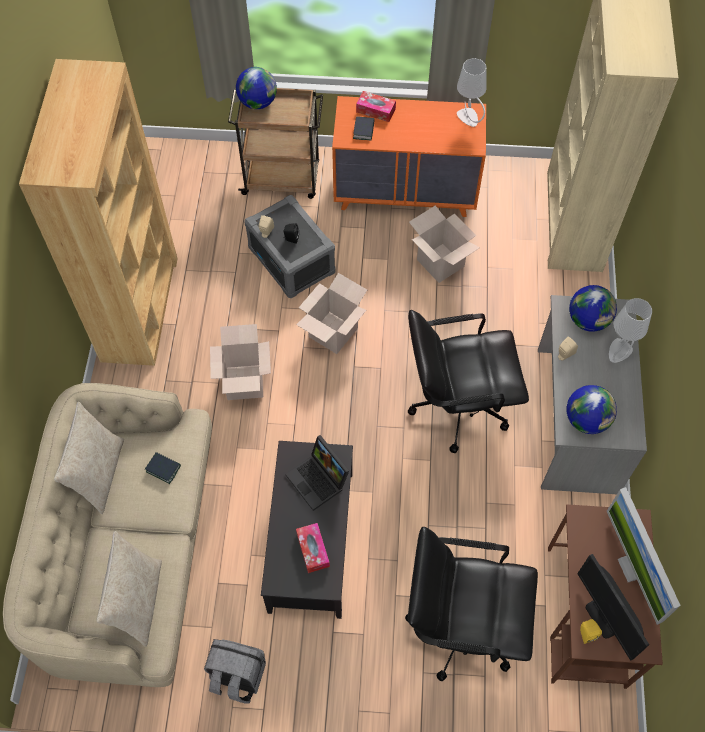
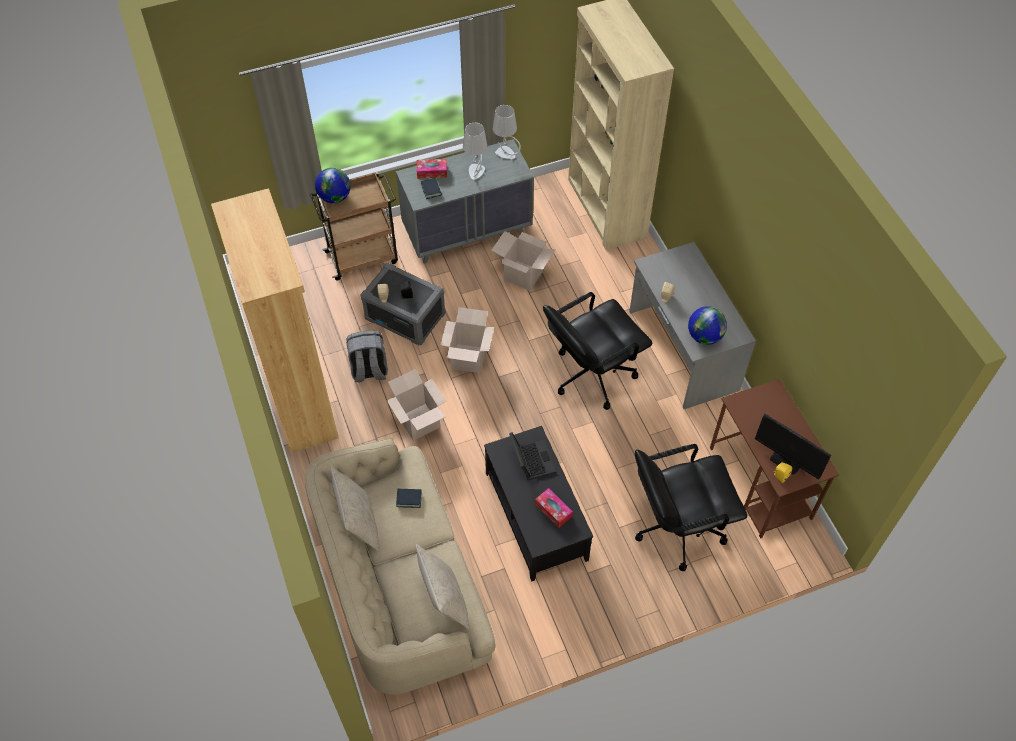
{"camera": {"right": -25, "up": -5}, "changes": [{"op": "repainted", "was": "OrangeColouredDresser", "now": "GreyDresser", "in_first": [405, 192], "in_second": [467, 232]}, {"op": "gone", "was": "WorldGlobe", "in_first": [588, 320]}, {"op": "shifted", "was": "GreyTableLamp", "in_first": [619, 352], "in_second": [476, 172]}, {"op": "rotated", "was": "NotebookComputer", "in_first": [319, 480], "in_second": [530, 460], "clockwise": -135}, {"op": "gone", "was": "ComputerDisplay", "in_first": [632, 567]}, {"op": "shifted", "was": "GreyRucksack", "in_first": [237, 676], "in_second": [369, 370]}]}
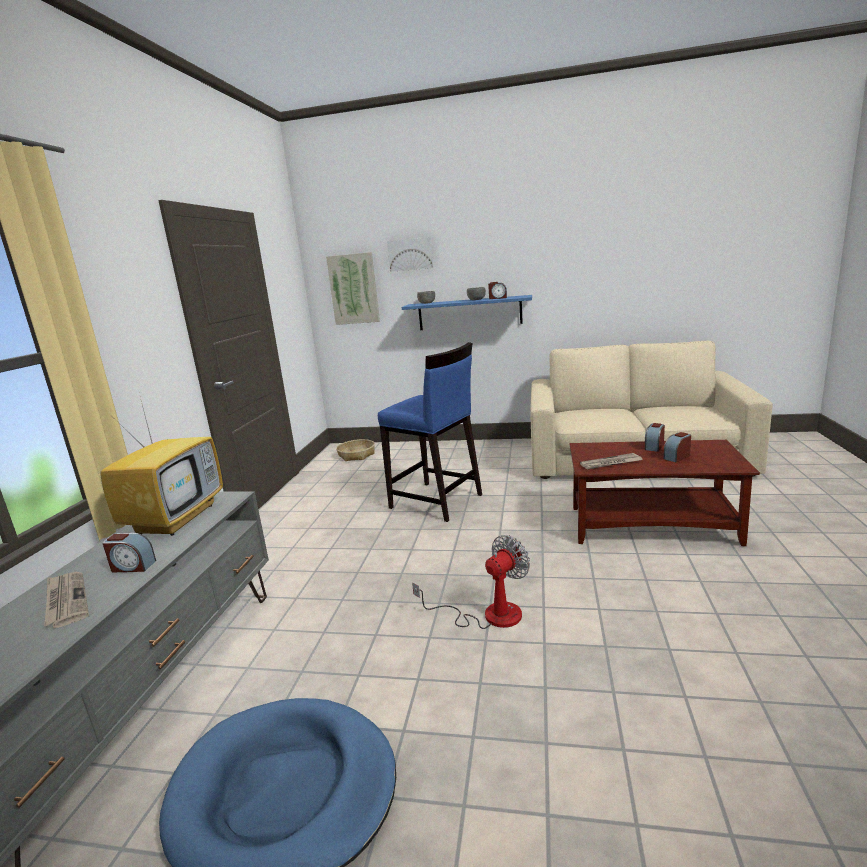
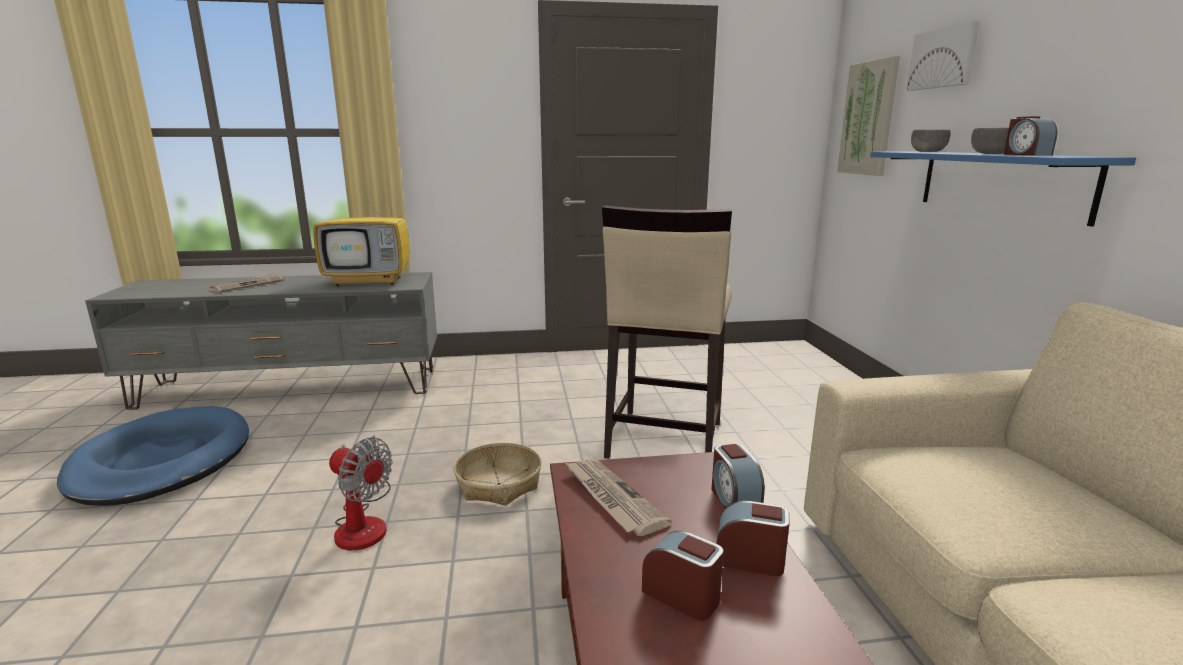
{"camera": {"right": 70, "up": 0}, "changes": [{"op": "repainted", "was": "BlueSittingStool", "now": "SandColouredSittingStool", "in_first": [436, 501], "in_second": [663, 440]}, {"op": "shifted", "was": "HouseholdBasket", "in_first": [356, 455], "in_second": [499, 484]}, {"op": "shifted", "was": "BedsideClock", "in_first": [132, 566], "in_second": [734, 500]}]}
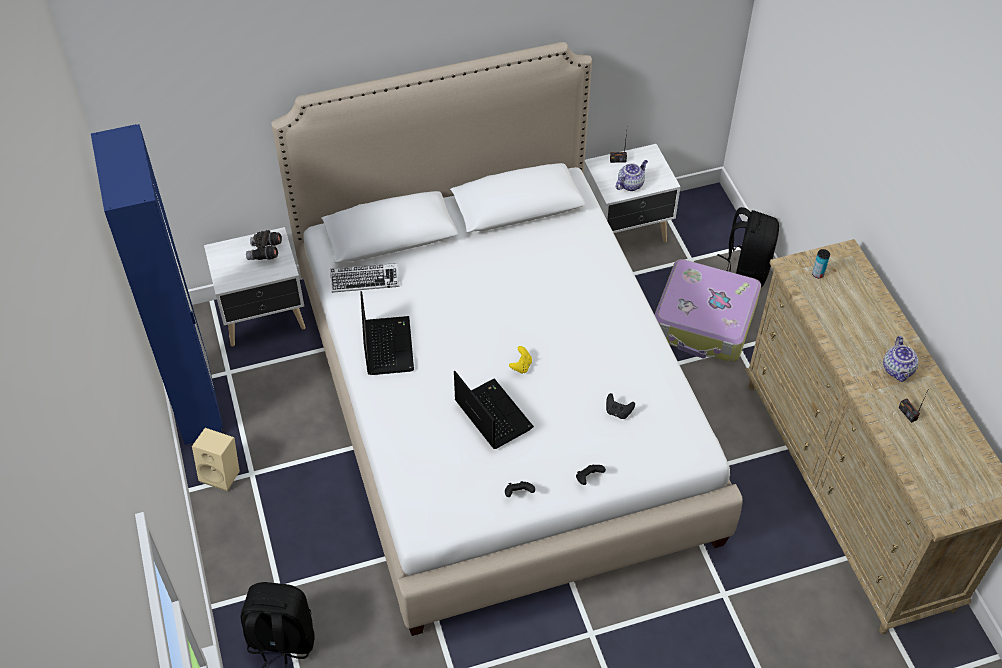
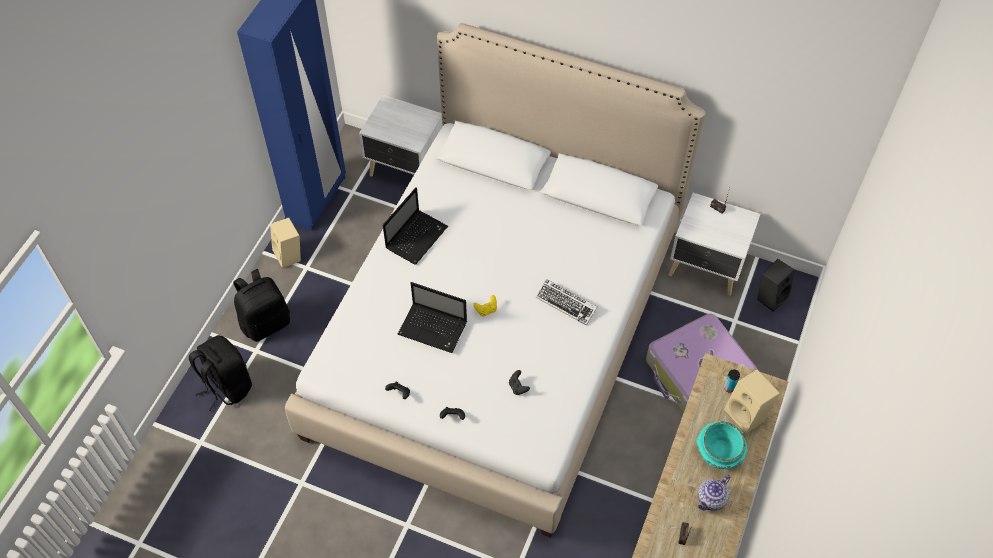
{"camera": {"right": 40, "up": 5}, "changes": [{"op": "gone", "was": "TeaPot", "in_first": [630, 184]}, {"op": "shifted", "was": "BlackishRucksack", "in_first": [745, 271], "in_second": [266, 322]}, {"op": "gone", "was": "GreyPairOfBinoculars", "in_first": [265, 253]}, {"op": "shifted", "was": "Keyboard", "in_first": [365, 280], "in_second": [566, 304]}, {"op": "rotated", "was": "NotebookComputer", "in_first": [491, 414], "in_second": [434, 329], "clockwise": 105}, {"op": "new", "now": "BlackishSpeaker", "in_second": [771, 296]}, {"op": "new", "now": "SandColouredSpeaker", "in_second": [747, 415]}, {"op": "new", "now": "BlueGreenDeepDish", "in_second": [719, 452]}]}
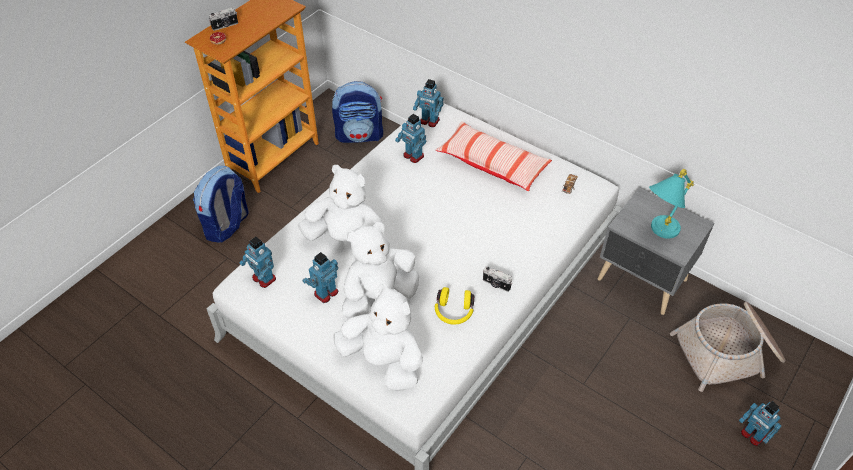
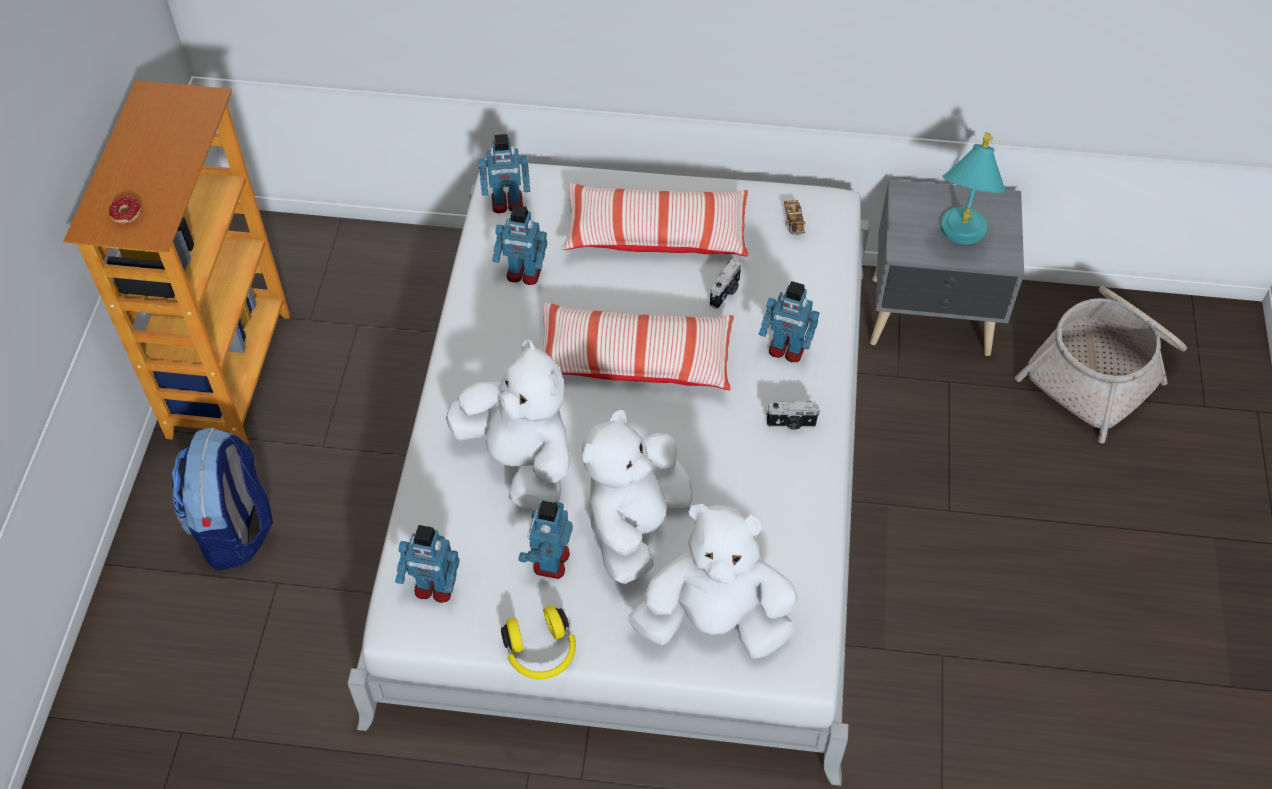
{"camera": {"right": -30, "up": 5}, "changes": [{"op": "shifted", "was": "StillCamera", "in_first": [225, 26], "in_second": [726, 292]}, {"op": "gone", "was": "Rucksack", "in_first": [360, 135]}, {"op": "rotated", "was": "WhiteColouredSoftToy", "in_first": [346, 240], "in_second": [520, 461], "clockwise": 60}, {"op": "shifted", "was": "YellowishHeadset", "in_first": [453, 312], "in_second": [541, 652]}, {"op": "shifted", "was": "ModelRobot", "in_first": [752, 435], "in_second": [786, 349]}, {"op": "new", "now": "Cushion", "in_second": [634, 359]}]}
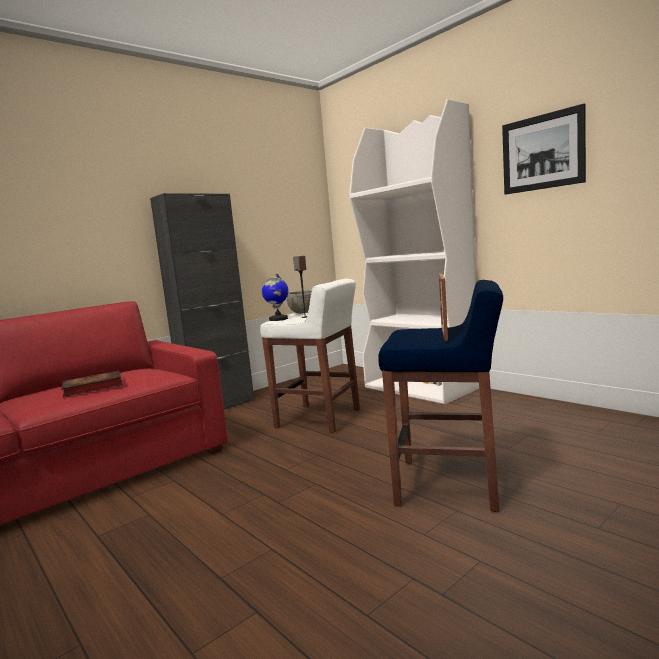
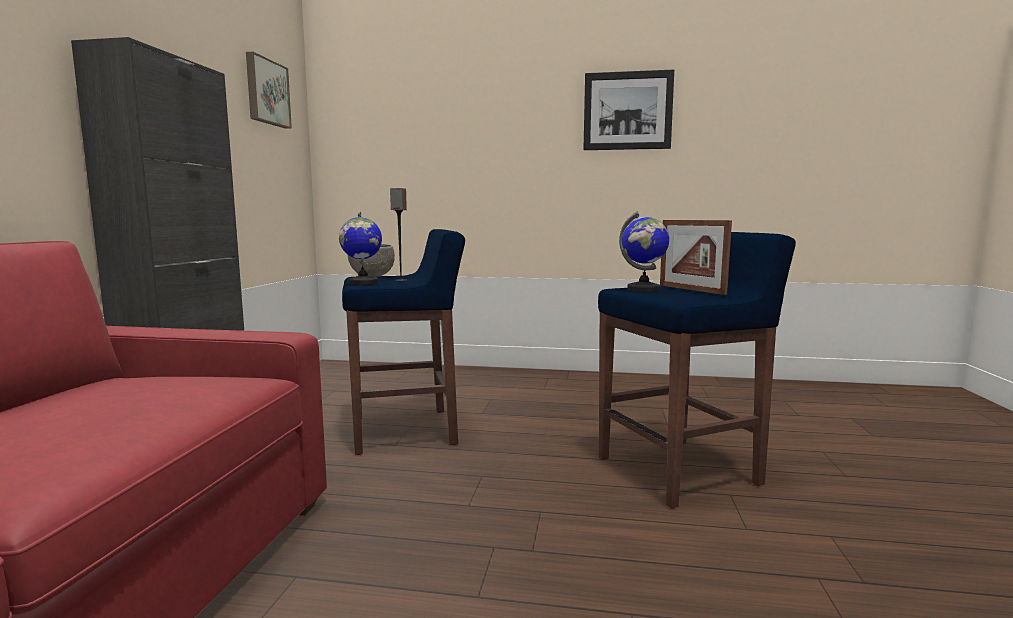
{"camera": {"right": -40, "up": 0}, "changes": [{"op": "gone", "was": "WhiteColouredShelvingUnit", "in_first": [421, 388]}, {"op": "repainted", "was": "WhiteColouredSittingStool", "now": "BlueSittingStool", "in_first": [320, 419], "in_second": [406, 431]}, {"op": "gone", "was": "Volume", "in_first": [91, 387]}, {"op": "new", "now": "WallArt", "in_second": [266, 92]}, {"op": "new", "now": "WorldGlobe", "in_second": [643, 290]}]}
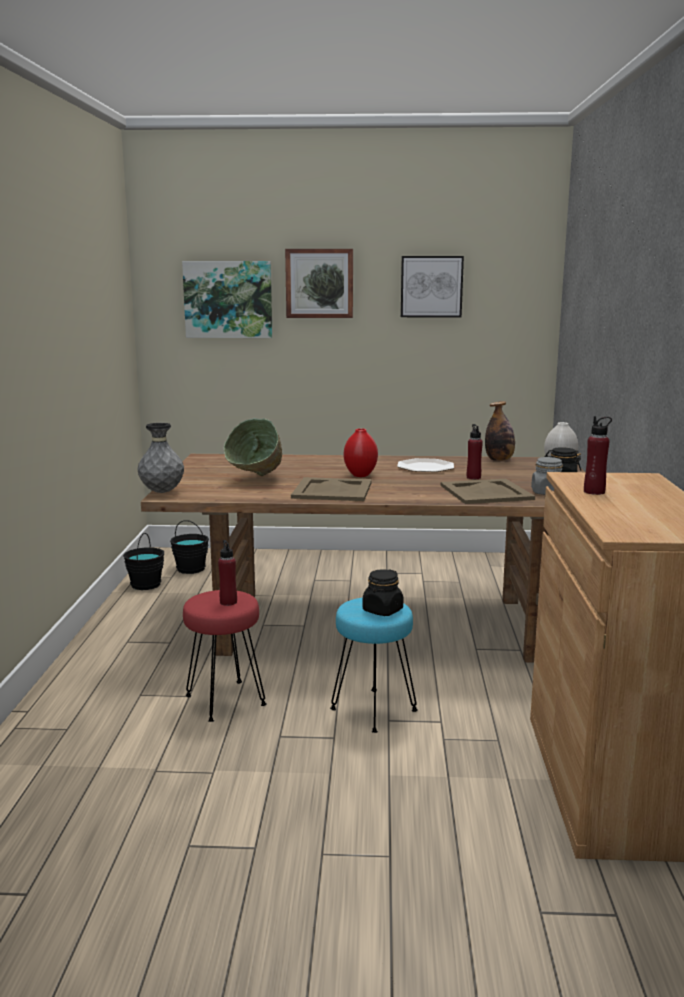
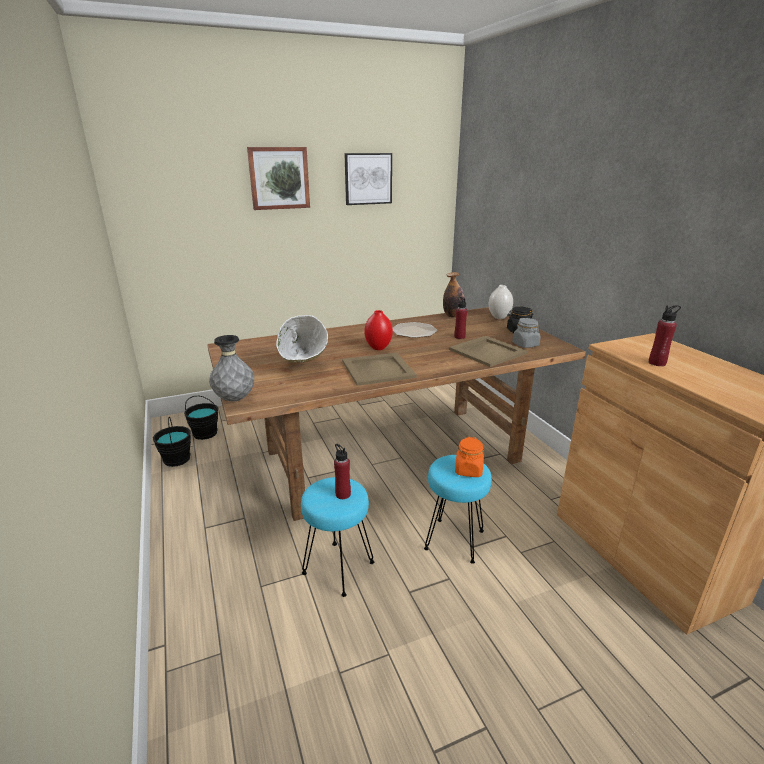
{"camera": {"right": -25, "up": 10}, "changes": [{"op": "gone", "was": "WallArt", "in_first": [228, 299]}, {"op": "repainted", "was": "GreenishDeepDish", "now": "WhiteColouredDeepDish", "in_first": [258, 480], "in_second": [304, 368]}, {"op": "repainted", "was": "BlackishJar", "now": "OrangeColouredJar", "in_first": [382, 610], "in_second": [468, 470]}, {"op": "repainted", "was": "RedColouredSittingStool", "now": "BlueGreenSittingStool", "in_first": [224, 701], "in_second": [337, 568]}]}
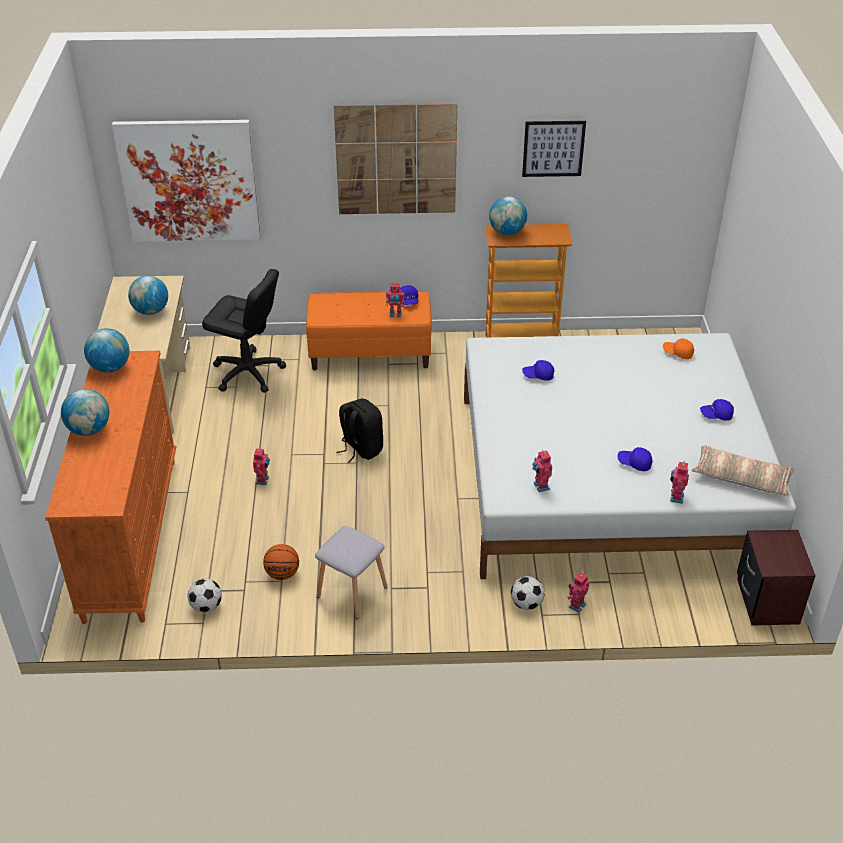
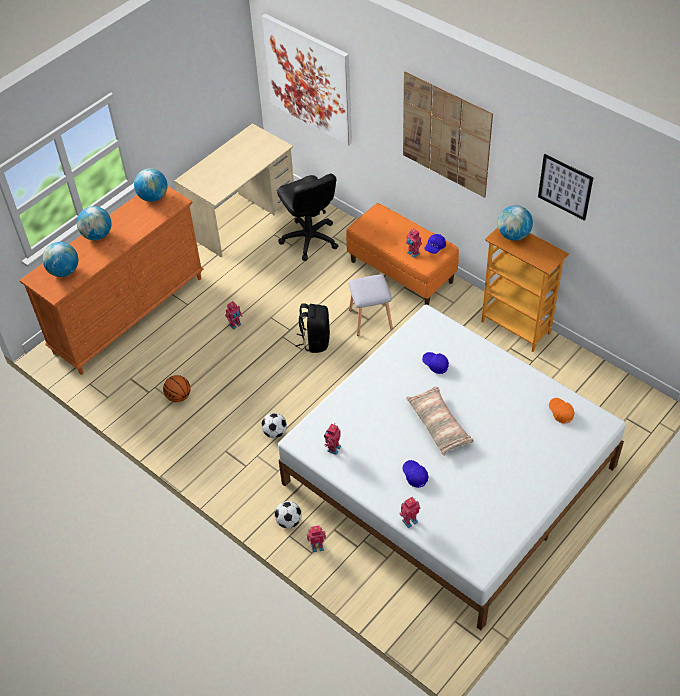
{"camera": {"right": 45, "up": 10}, "changes": [{"op": "shifted", "was": "WorldGlobe", "in_first": [151, 311], "in_second": [64, 271]}, {"op": "gone", "was": "BlueBaseballCap", "in_first": [716, 415]}, {"op": "shifted", "was": "Cushion", "in_first": [741, 478], "in_second": [439, 425]}, {"op": "shifted", "was": "GreySittingStool", "in_first": [351, 592], "in_second": [370, 318]}, {"op": "gone", "was": "BrownishBedsideTable", "in_first": [767, 601]}, {"op": "shifted", "was": "Football", "in_first": [206, 606], "in_second": [275, 432]}]}
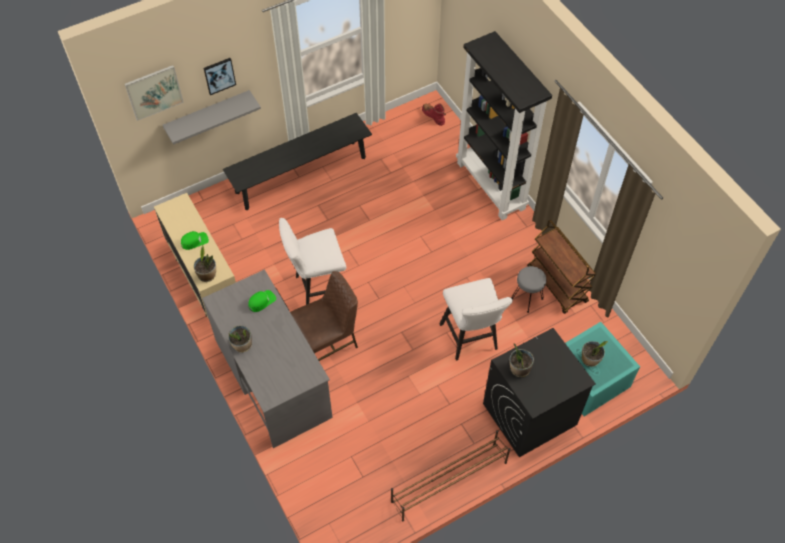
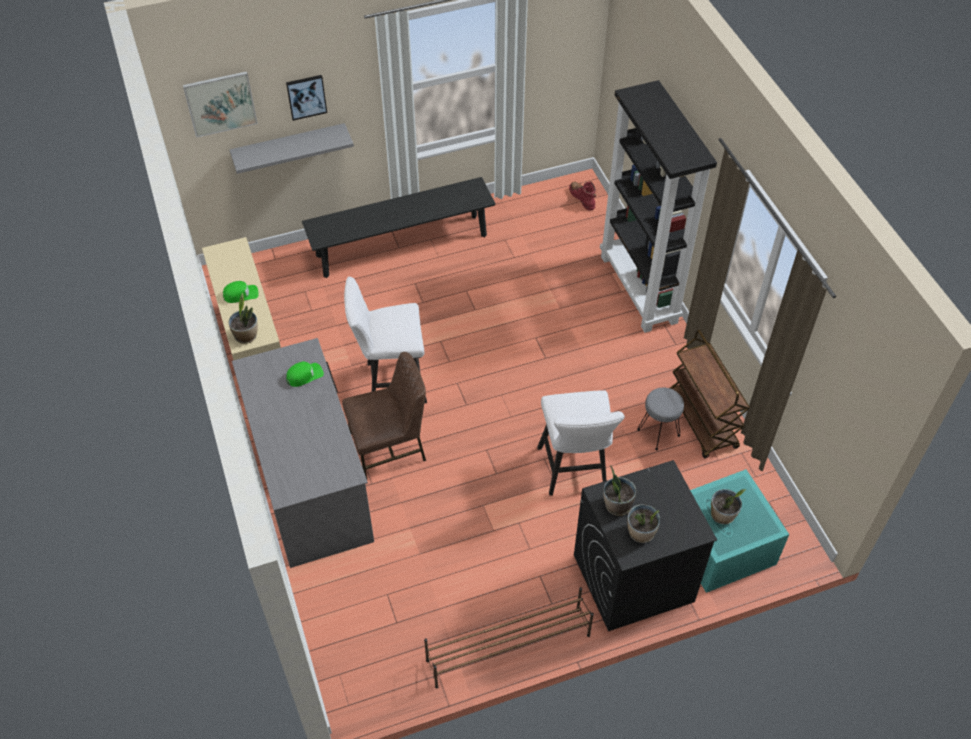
{"camera": {"right": 10, "up": -5}, "changes": [{"op": "shifted", "was": "PlantInAPot", "in_first": [242, 345], "in_second": [641, 533]}]}
